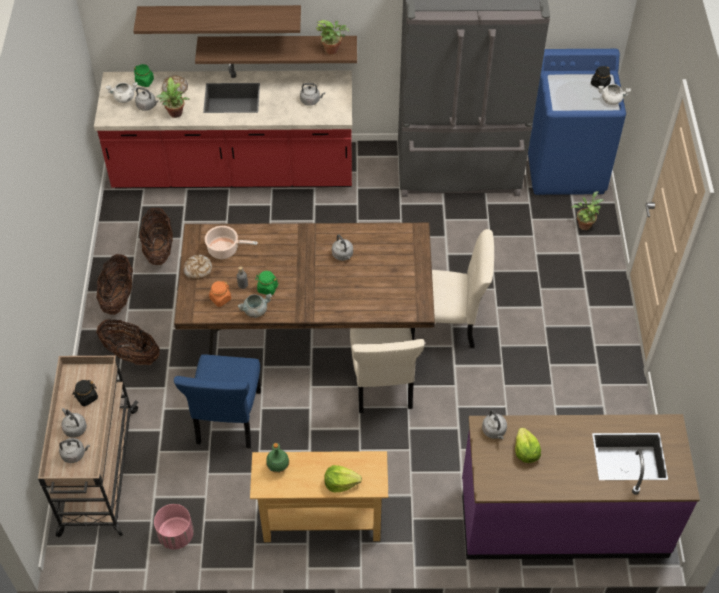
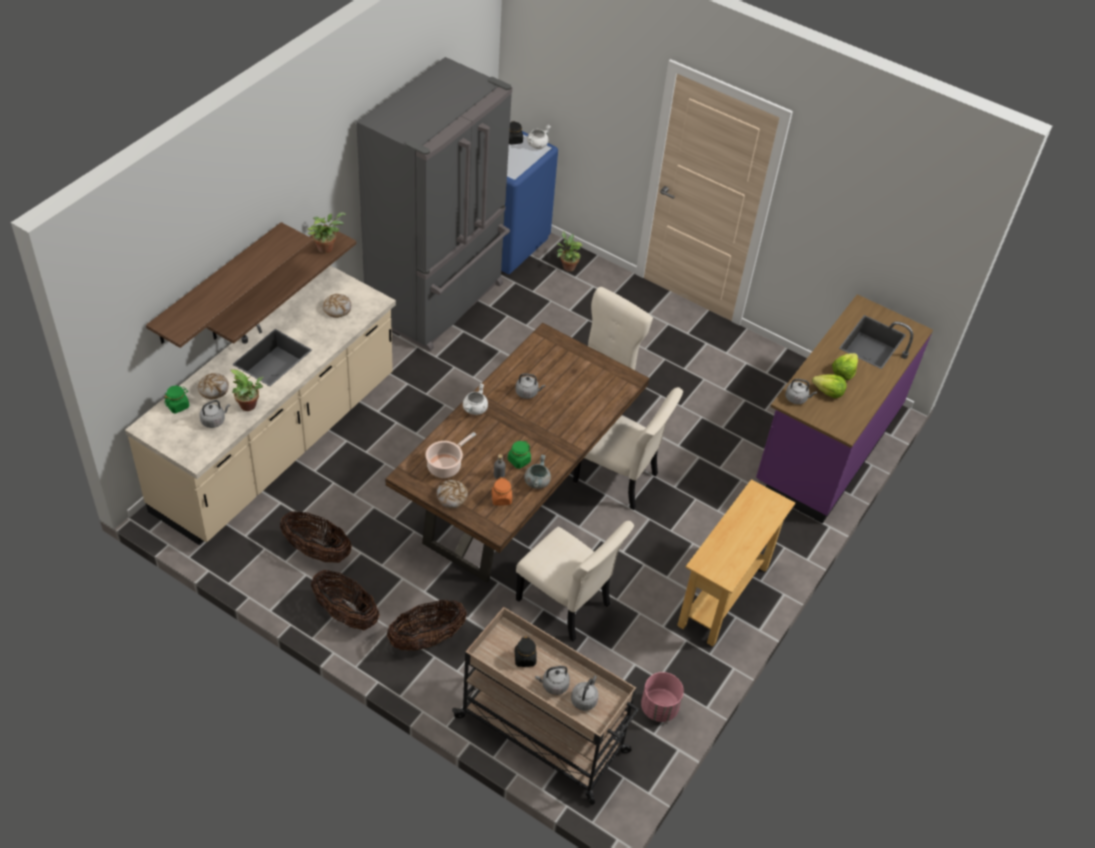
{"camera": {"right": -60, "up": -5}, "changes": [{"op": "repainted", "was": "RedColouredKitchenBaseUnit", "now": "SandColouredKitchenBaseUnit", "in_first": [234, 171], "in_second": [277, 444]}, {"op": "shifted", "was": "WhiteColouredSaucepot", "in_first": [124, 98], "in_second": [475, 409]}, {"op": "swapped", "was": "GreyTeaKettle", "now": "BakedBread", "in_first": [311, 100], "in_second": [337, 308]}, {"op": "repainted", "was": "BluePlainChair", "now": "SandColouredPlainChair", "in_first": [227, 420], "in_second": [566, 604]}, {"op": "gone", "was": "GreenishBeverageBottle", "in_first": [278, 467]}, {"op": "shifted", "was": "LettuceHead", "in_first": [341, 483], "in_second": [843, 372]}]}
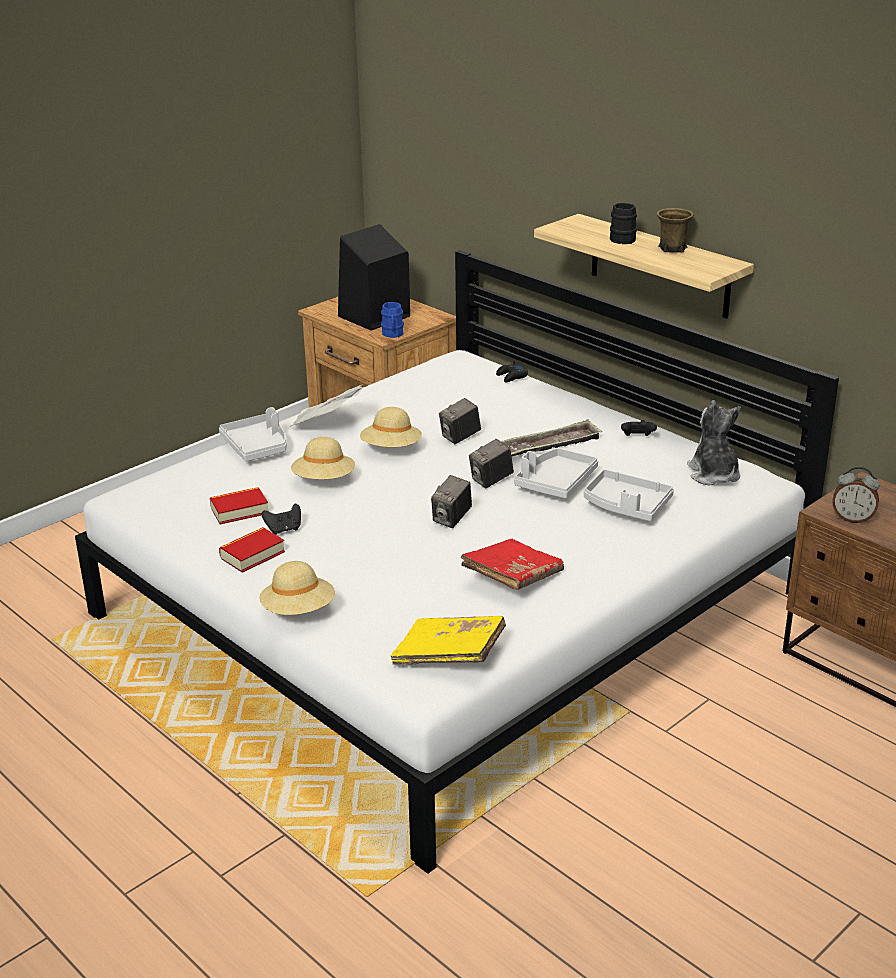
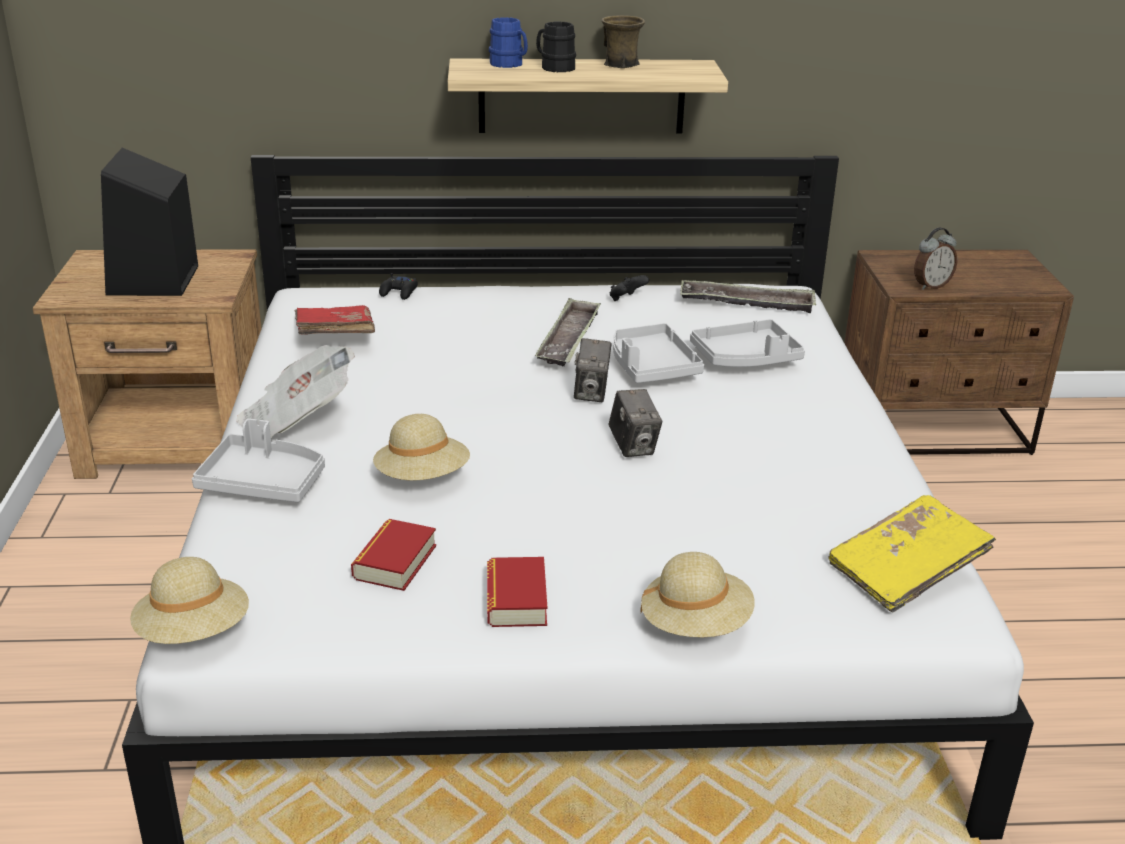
{"camera": {"right": -50, "up": 0}, "changes": [{"op": "shifted", "was": "BlueTeaMug", "in_first": [392, 334], "in_second": [509, 64]}, {"op": "gone", "was": "StillCamera", "in_first": [460, 437]}, {"op": "swapped", "was": "SoftToy", "now": "ServingTray", "in_first": [713, 475], "in_second": [747, 303]}, {"op": "shifted", "was": "SandColouredClothingHat", "in_first": [391, 449], "in_second": [194, 632]}, {"op": "gone", "was": "BlackishGamepad", "in_first": [284, 530]}, {"op": "shifted", "was": "RedColouredVolume", "in_first": [512, 578], "in_second": [335, 337]}]}
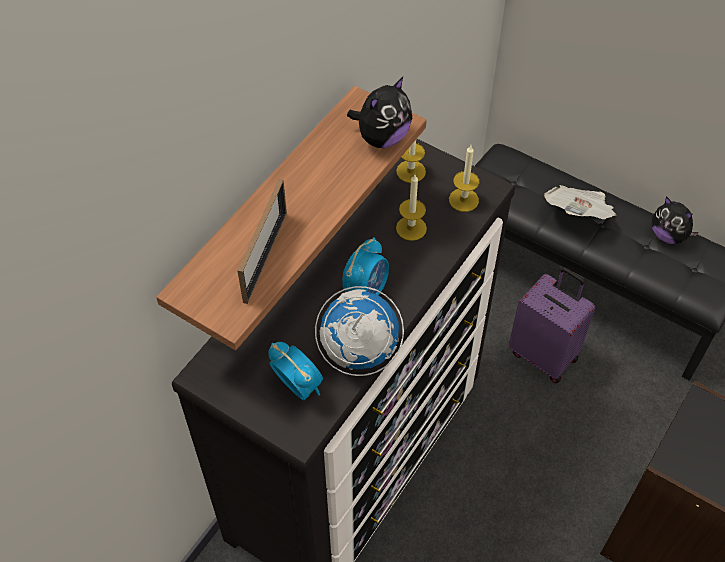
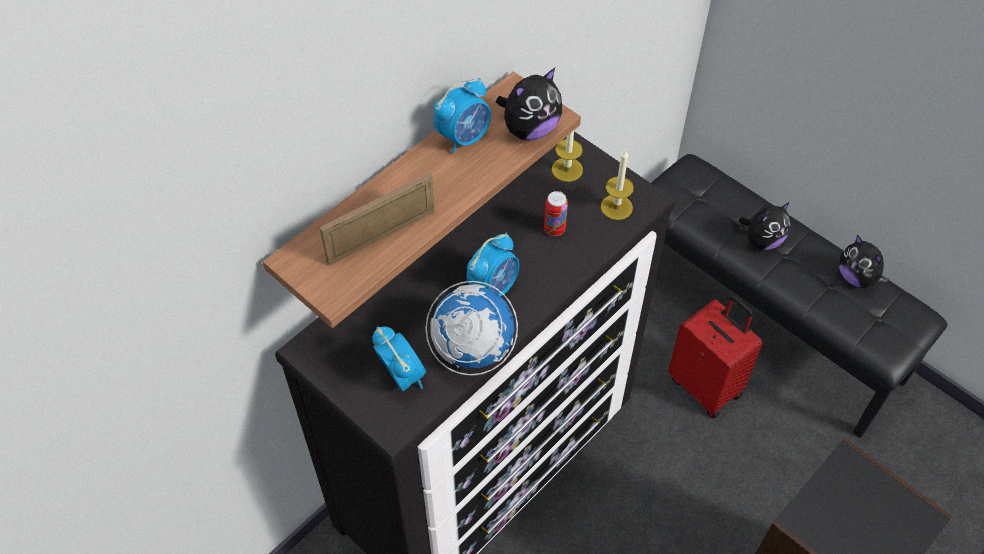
{"camera": {"right": 10, "up": 0}, "changes": [{"op": "swapped", "was": "WaxCandle", "now": "SealedCan", "in_first": [411, 228], "in_second": [554, 229]}, {"op": "rotated", "was": "PhotoFrame", "in_first": [265, 257], "in_second": [381, 236], "clockwise": -150}, {"op": "swapped", "was": "DailyPaper", "now": "SoftToy", "in_first": [578, 214], "in_second": [762, 240]}, {"op": "repainted", "was": "PurplishPieceOfLuggage", "now": "RedColouredPieceOfLuggage", "in_first": [544, 354], "in_second": [706, 386]}, {"op": "new", "now": "BedsideClock", "in_second": [464, 137]}]}
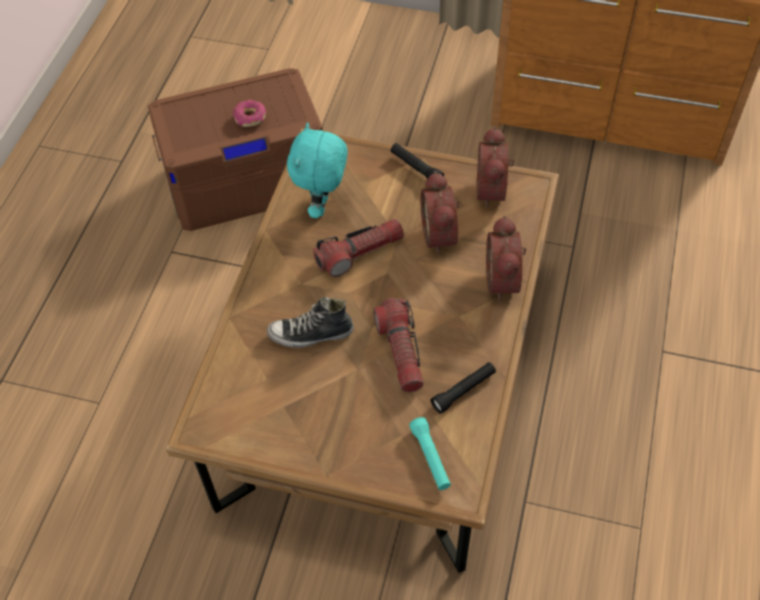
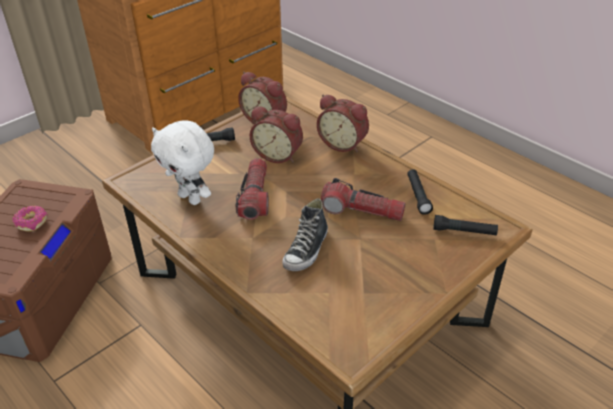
{"camera": {"right": -60, "up": -15}, "changes": [{"op": "repainted", "was": "BlueGreenSoftToy", "now": "WhiteColouredSoftToy", "in_first": [323, 206], "in_second": [191, 198]}, {"op": "repainted", "was": "BlueGreenFlashlight", "now": "BlackishFlashlight", "in_first": [430, 457], "in_second": [464, 231]}]}
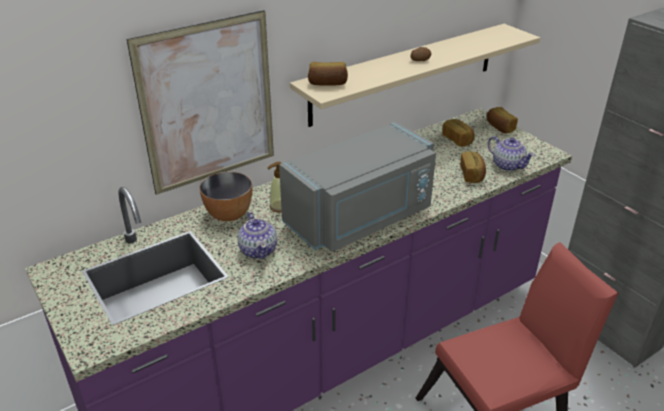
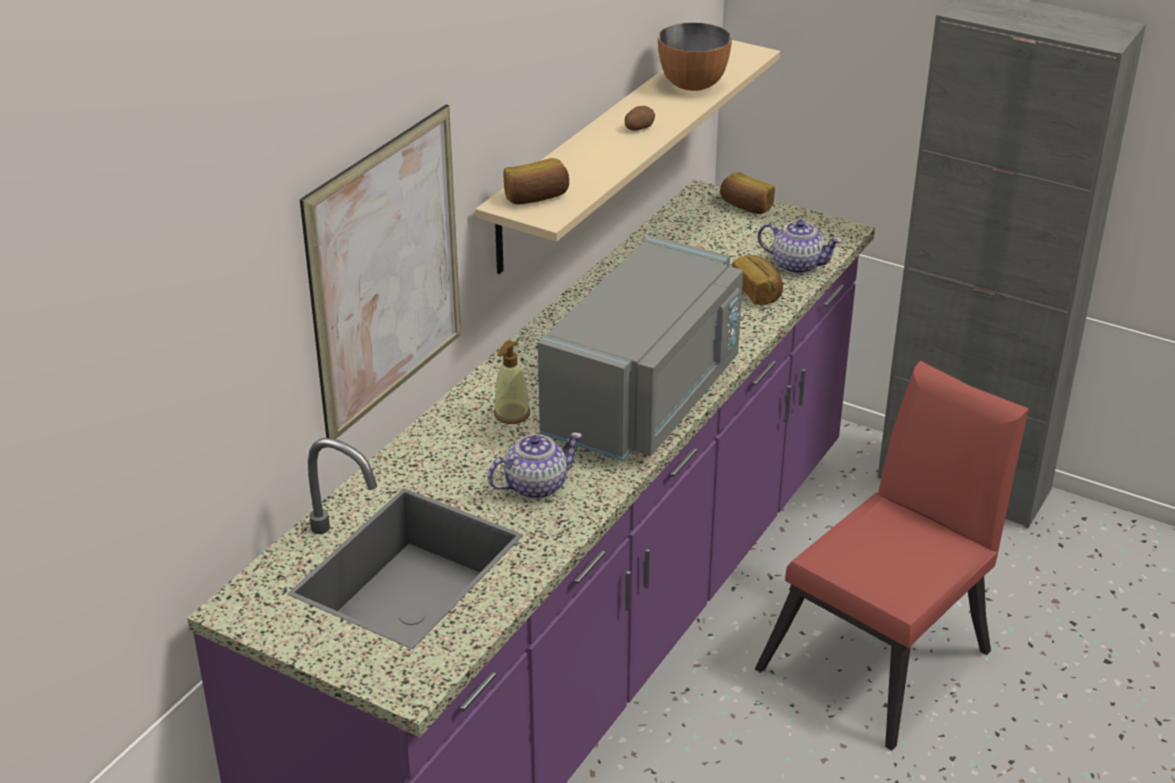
{"camera": {"right": -25, "up": 0}, "changes": [{"op": "gone", "was": "BakedBread", "in_first": [458, 140]}, {"op": "shifted", "was": "DeepDish", "in_first": [228, 215], "in_second": [692, 85]}, {"op": "rotated", "was": "TeaPot", "in_first": [258, 250], "in_second": [534, 486], "clockwise": -75}]}
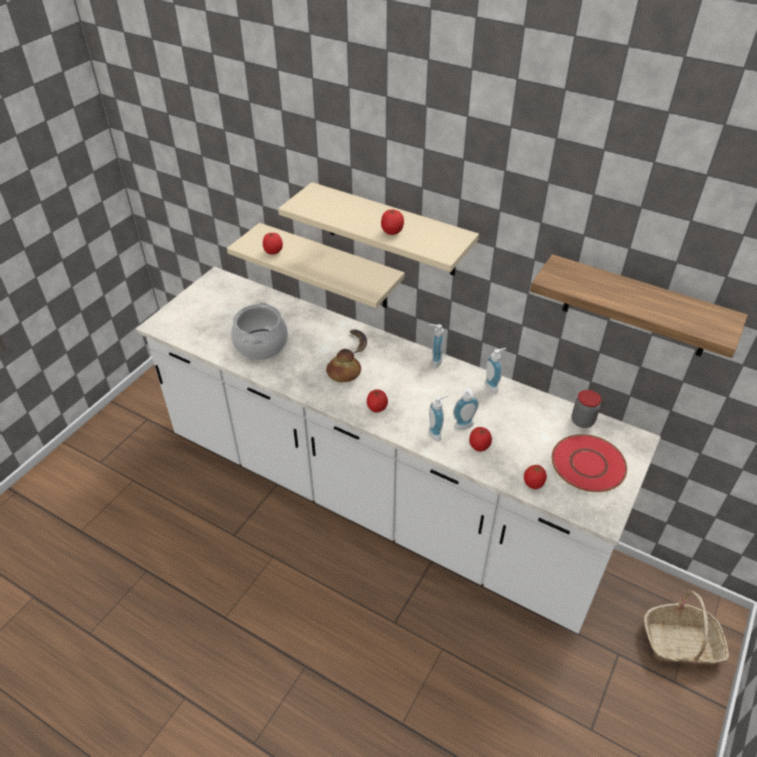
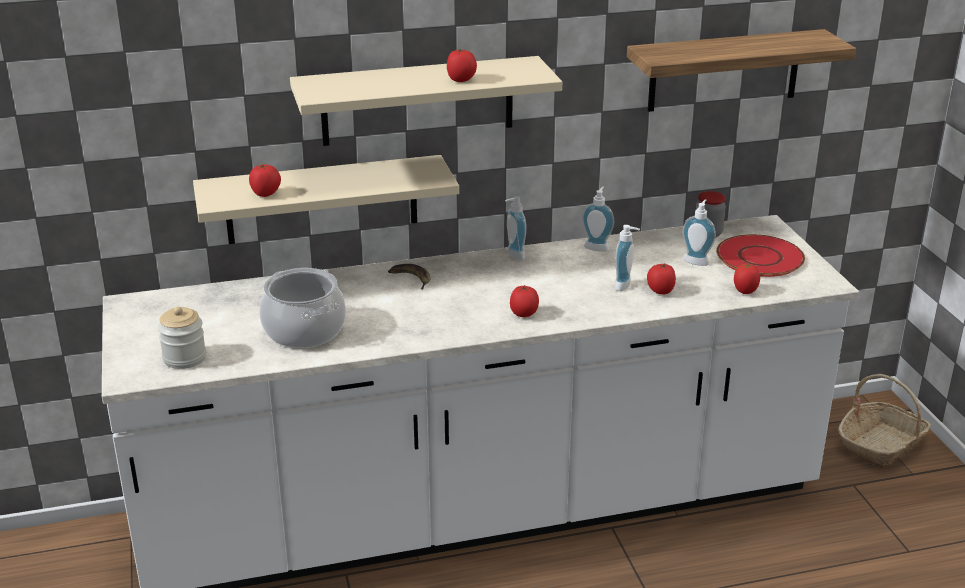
{"camera": {"right": -45, "up": -15}, "changes": [{"op": "gone", "was": "BakedBread", "in_first": [343, 373]}, {"op": "shifted", "was": "LiquidSoapBottle", "in_first": [437, 433], "in_second": [697, 260]}, {"op": "new", "now": "Jar", "in_second": [184, 358]}]}
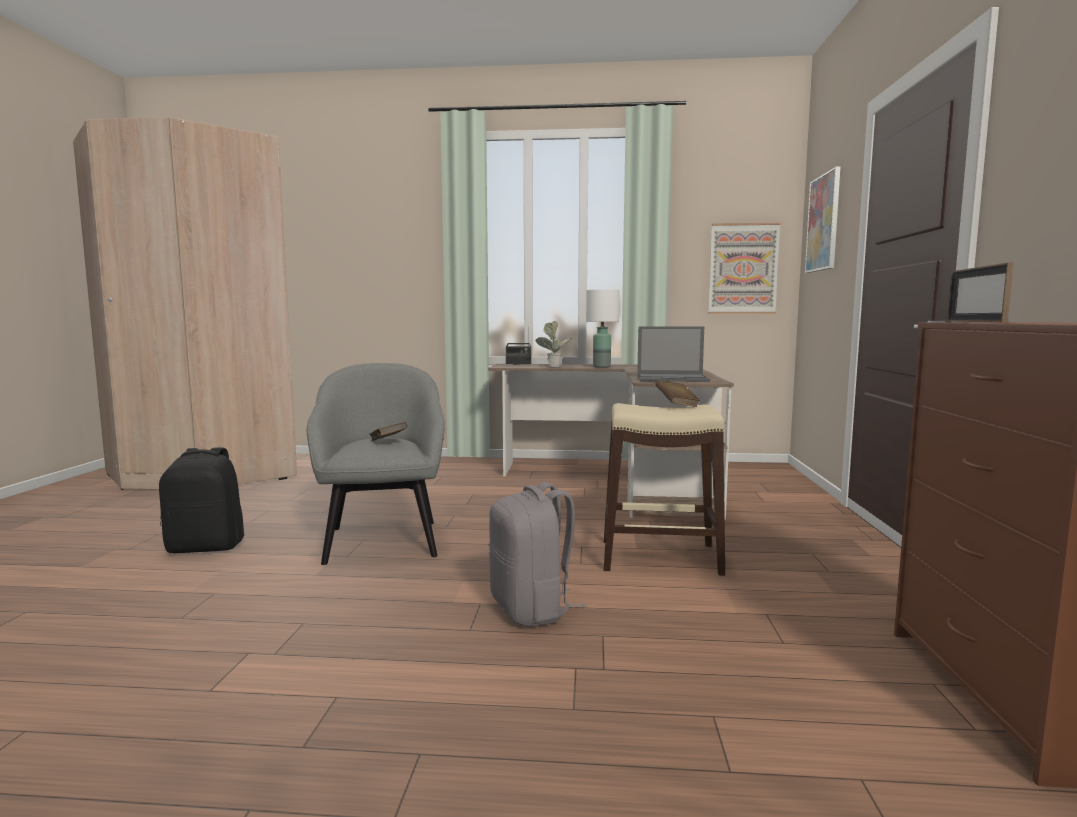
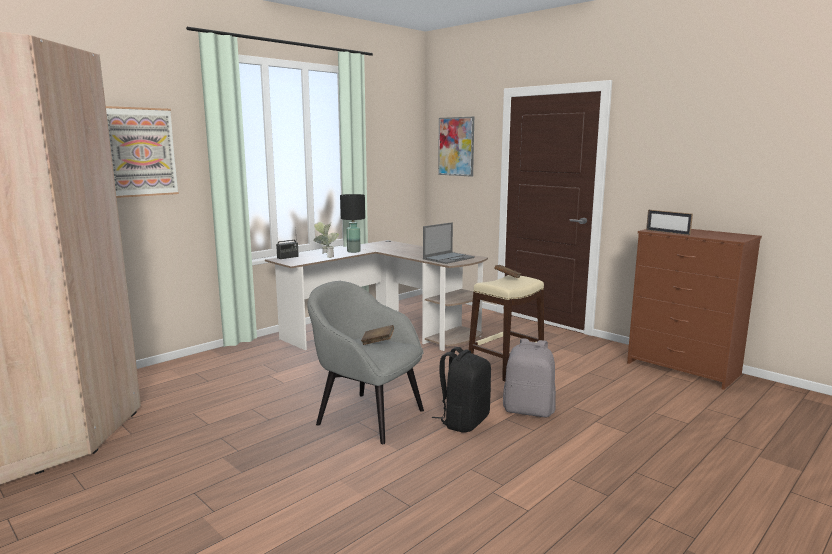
{"camera": {"right": -50, "up": 5}, "changes": [{"op": "shifted", "was": "WallArt", "in_first": [743, 269], "in_second": [141, 152]}, {"op": "repainted", "was": "WhiteColouredTableLamp", "now": "BlackishTableLamp", "in_first": [601, 366], "in_second": [353, 251]}, {"op": "shifted", "was": "BlackishRucksack", "in_first": [206, 547], "in_second": [464, 421]}]}
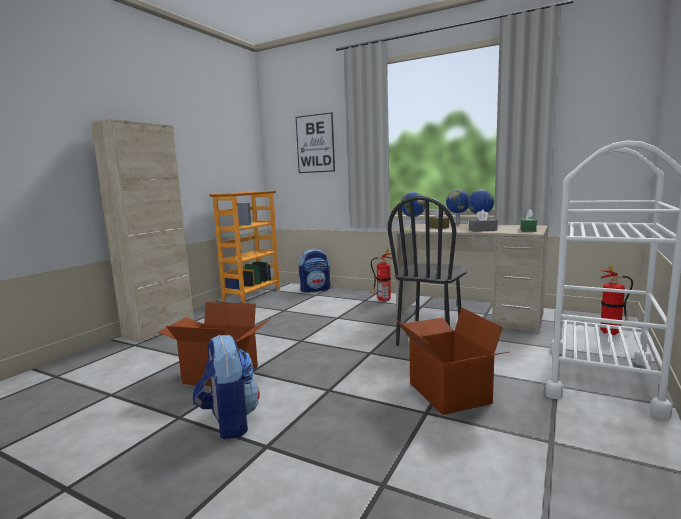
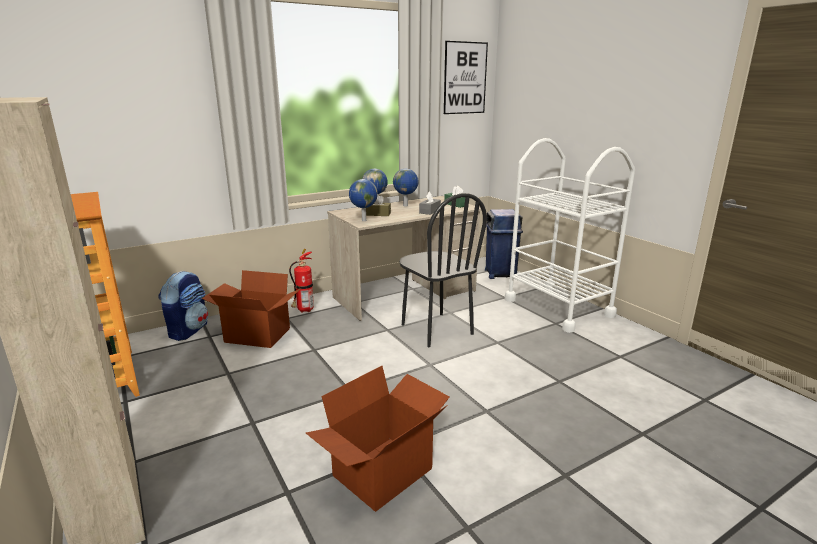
{"camera": {"right": -60, "up": 10}, "changes": [{"op": "shifted", "was": "WallArt", "in_first": [315, 143], "in_second": [465, 78]}, {"op": "swapped", "was": "FireFightingCylinder", "now": "BlueTrashCan", "in_first": [612, 333], "in_second": [500, 273]}, {"op": "shifted", "was": "PackingBox", "in_first": [447, 393], "in_second": [257, 336]}, {"op": "gone", "was": "Rucksack", "in_first": [229, 422]}]}
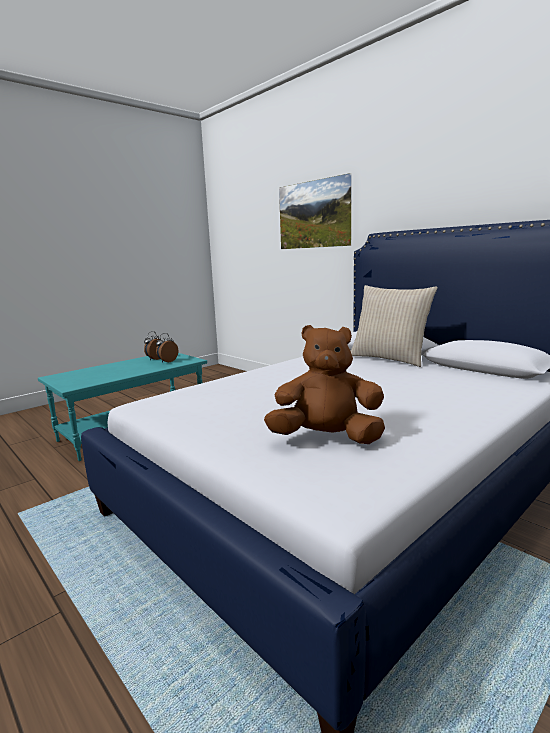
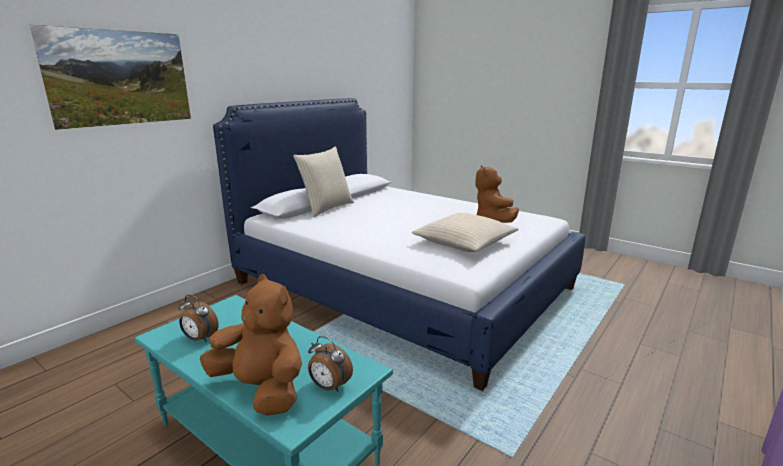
{"camera": {"right": -100, "up": 5}, "changes": [{"op": "shifted", "was": "BedsideClock", "in_first": [167, 361], "in_second": [329, 387]}, {"op": "new", "now": "SandColouredCushion", "in_second": [464, 242]}, {"op": "new", "now": "BrownishSoftToy", "in_second": [261, 389]}]}
